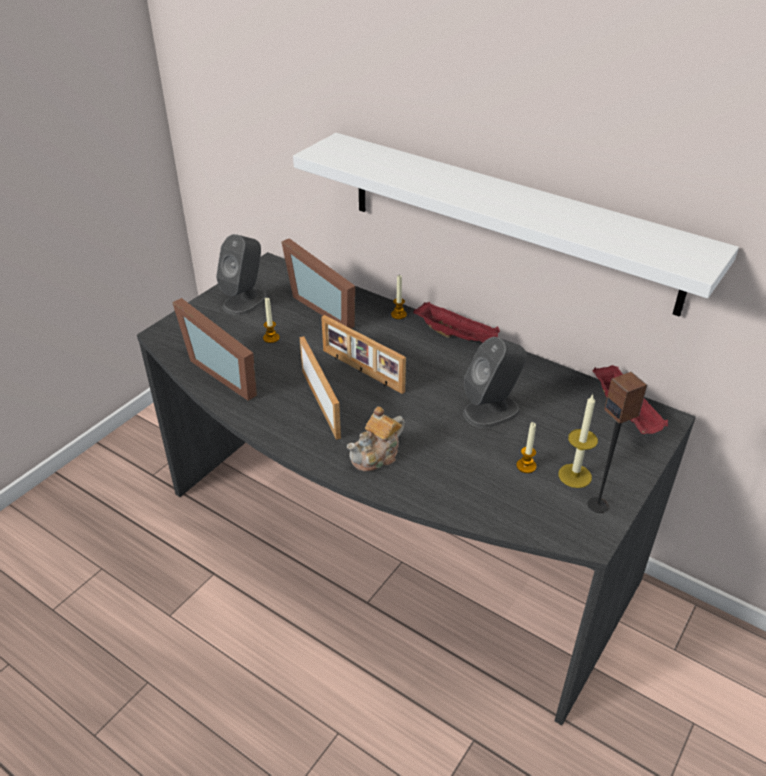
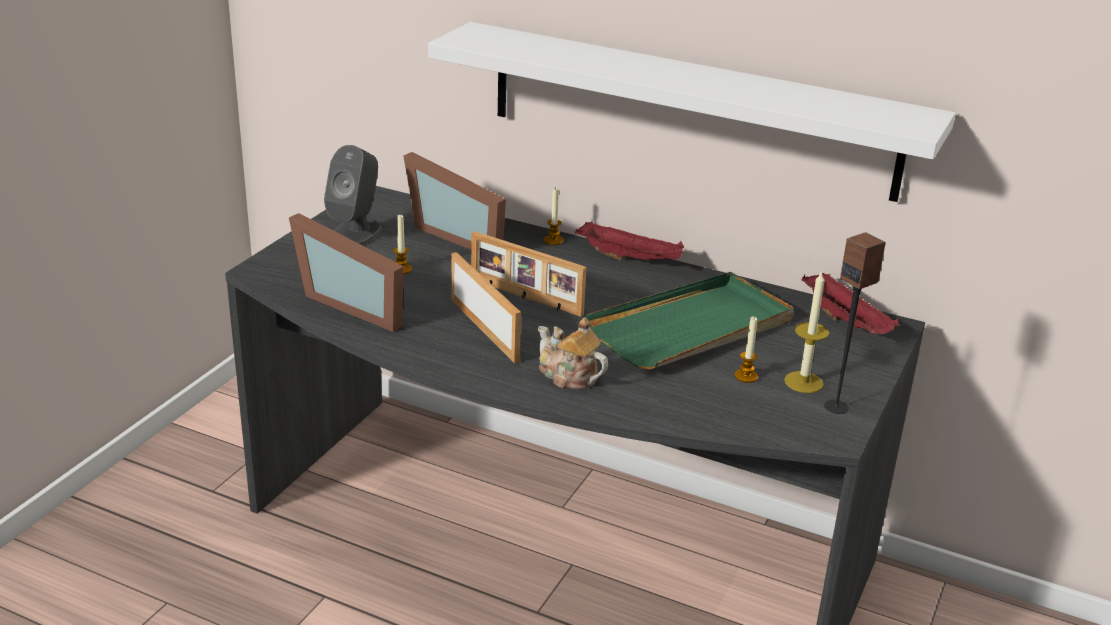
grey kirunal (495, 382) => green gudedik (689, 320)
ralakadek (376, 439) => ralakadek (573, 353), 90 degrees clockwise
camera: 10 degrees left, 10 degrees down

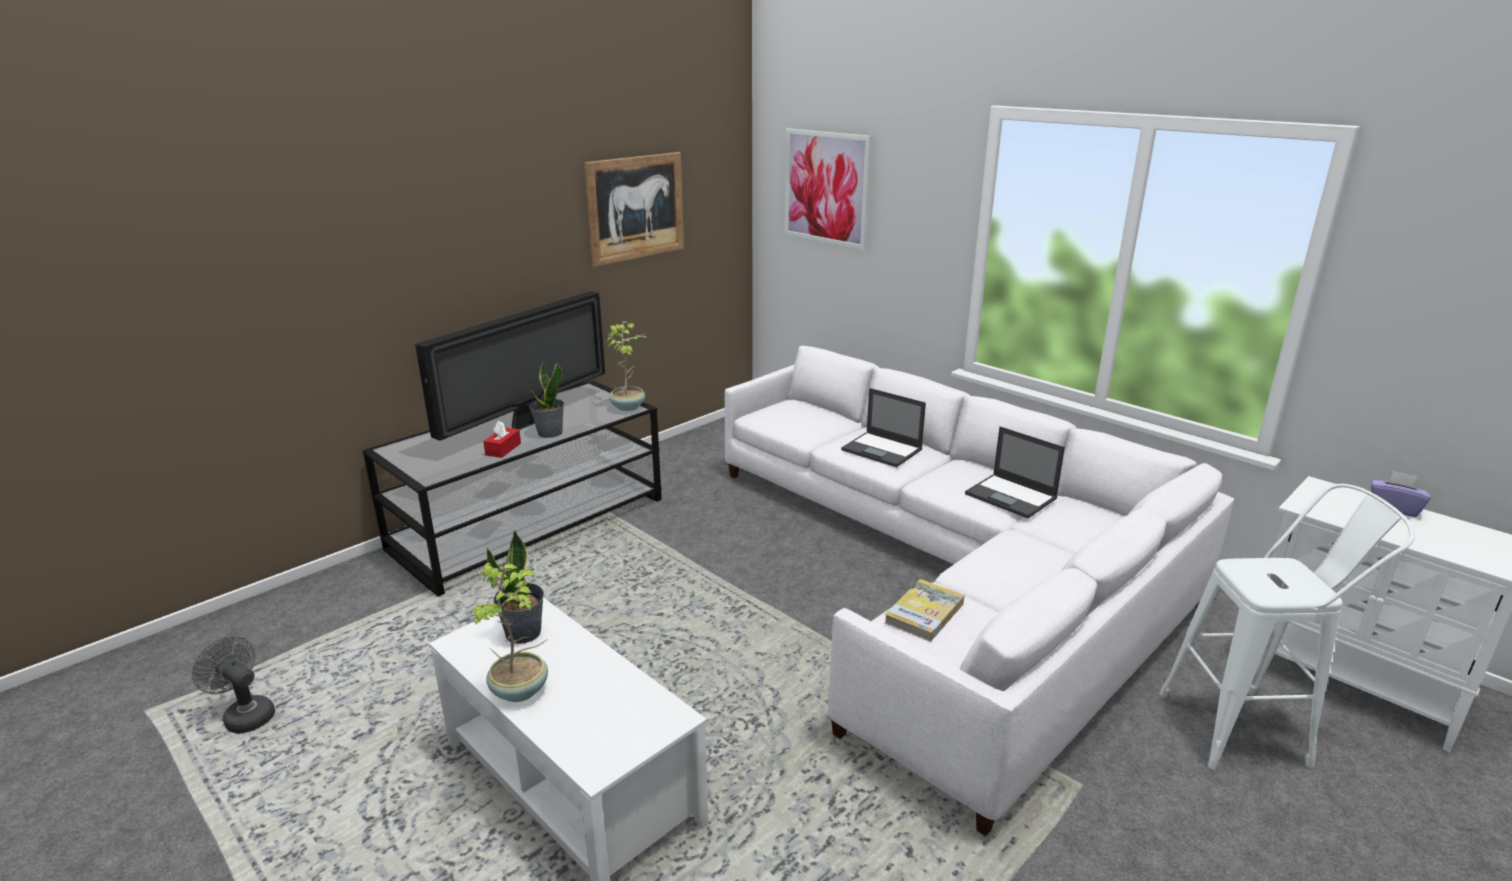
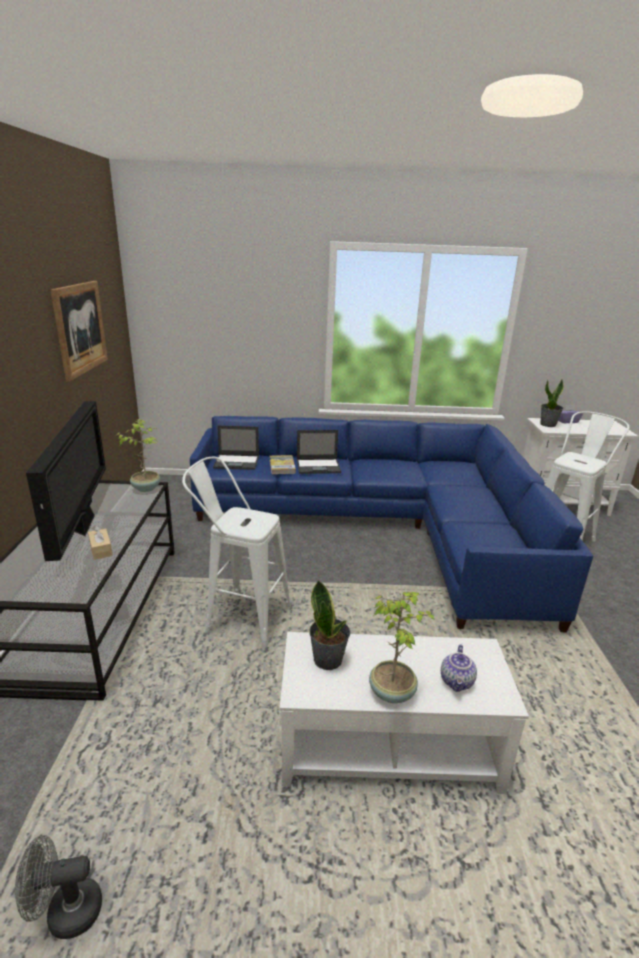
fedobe (828, 189) => nothing
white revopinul (979, 591) => blue revopinul (391, 524)
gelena (546, 399) => gelena (552, 403), shifted
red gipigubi (502, 439) => beige gipigubi (100, 543)
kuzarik (1015, 472) => kuzarik (236, 447), shifted
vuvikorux (924, 610) => vuvikorux (283, 464), shifted
nothing => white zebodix (236, 552)
nothing => ralakadek (459, 668)
camera: 45 degrees left, 0 degrees up

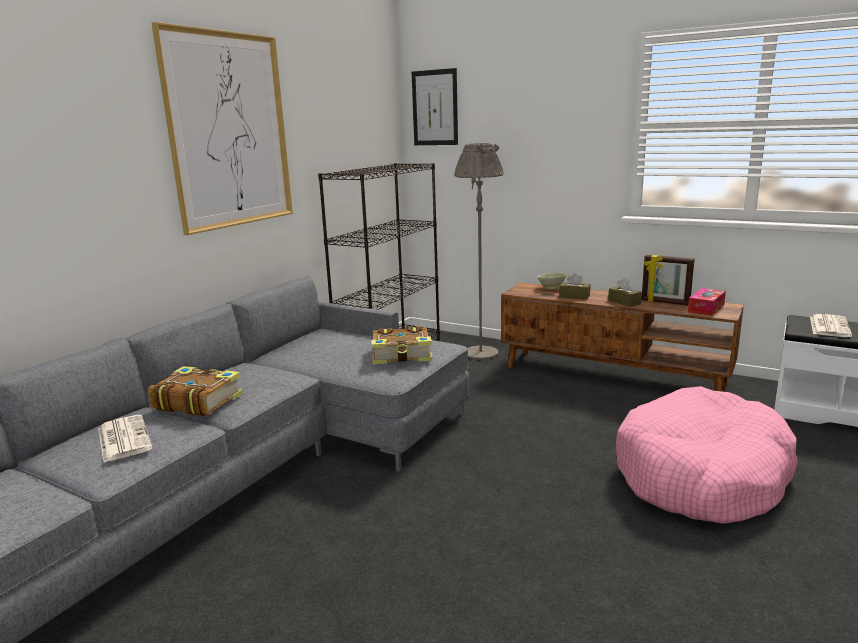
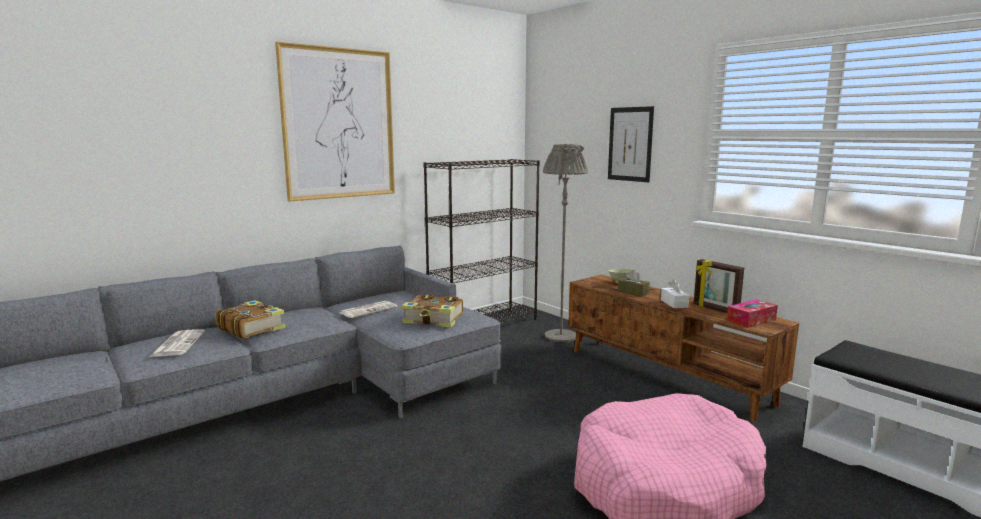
fedobe (434, 106) => fedobe (631, 144), shifted
brown gipigubi (625, 292) => white gipigubi (675, 294)
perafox (831, 325) => perafox (368, 309), shifted
camera: 20 degrees right, 5 degrees down

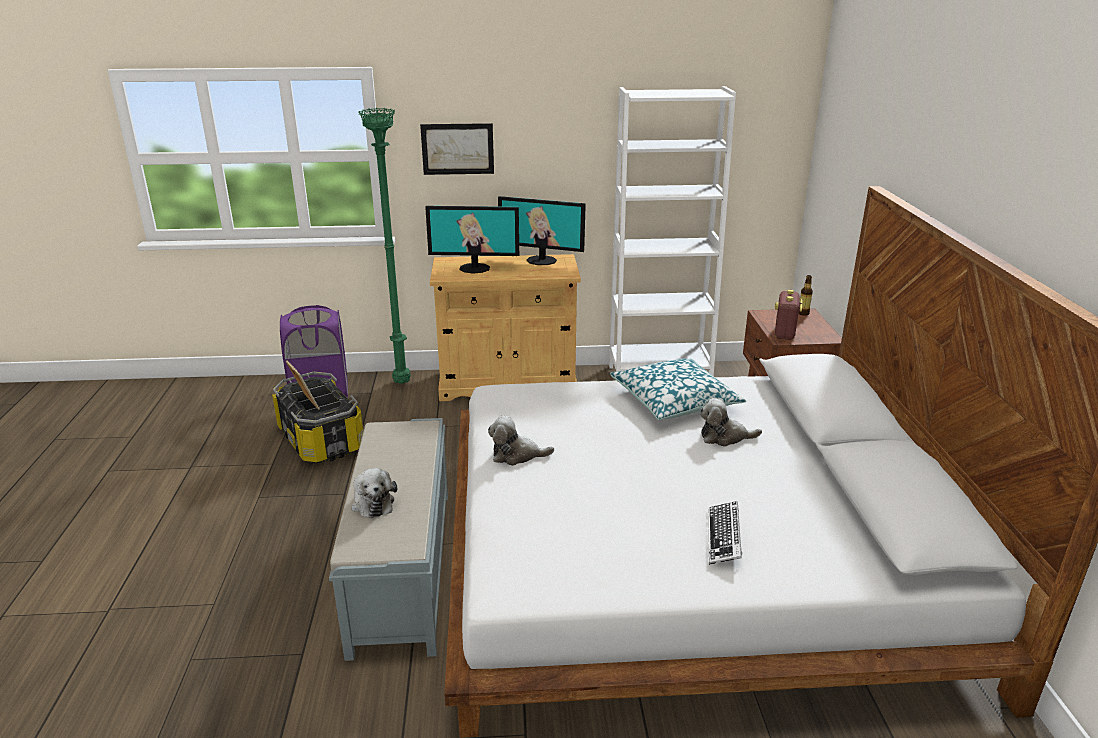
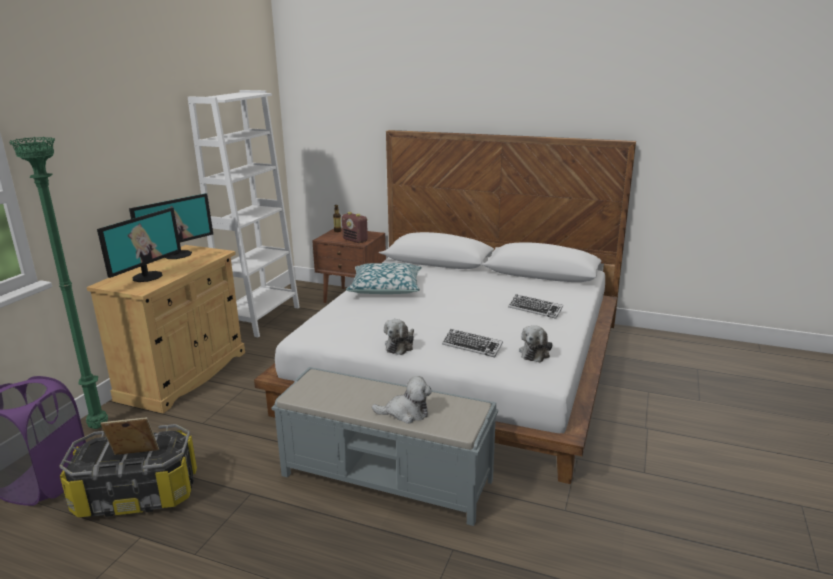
fedobe (457, 149) => nothing
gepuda (731, 422) => gepuda (536, 343), shifted
nothing => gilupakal (472, 343)
camera: 65 degrees left, 5 degrees down

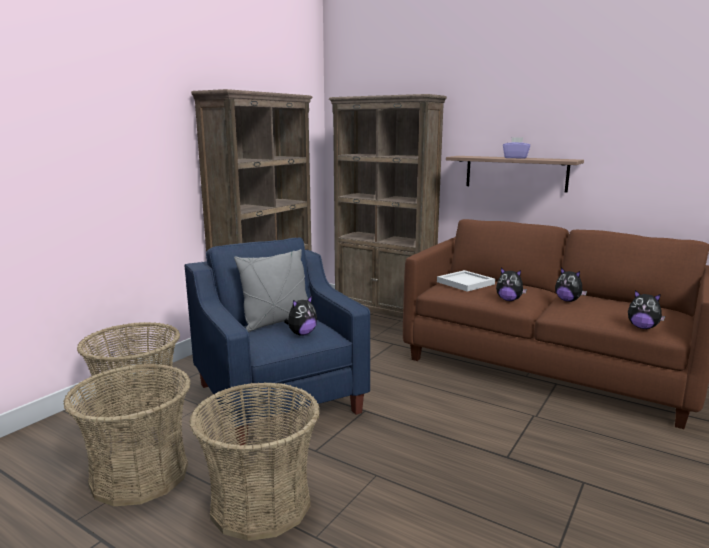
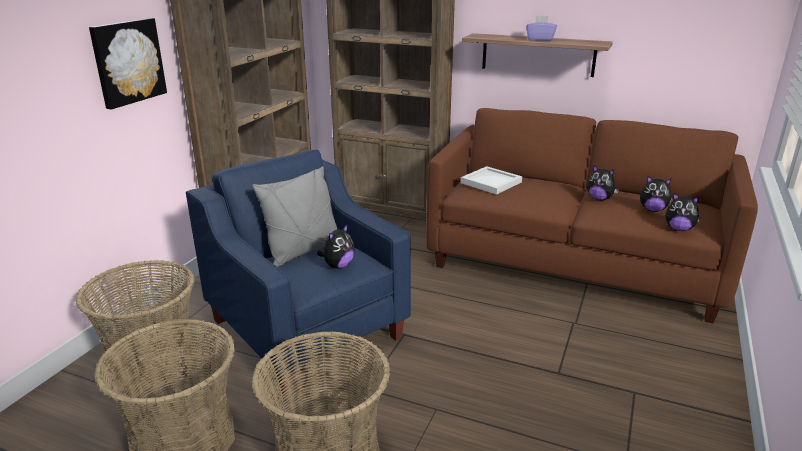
gepuda (511, 284) => gepuda (656, 194), shifted
nothing => fedobe (128, 64)
camera: 10 degrees left, 10 degrees up

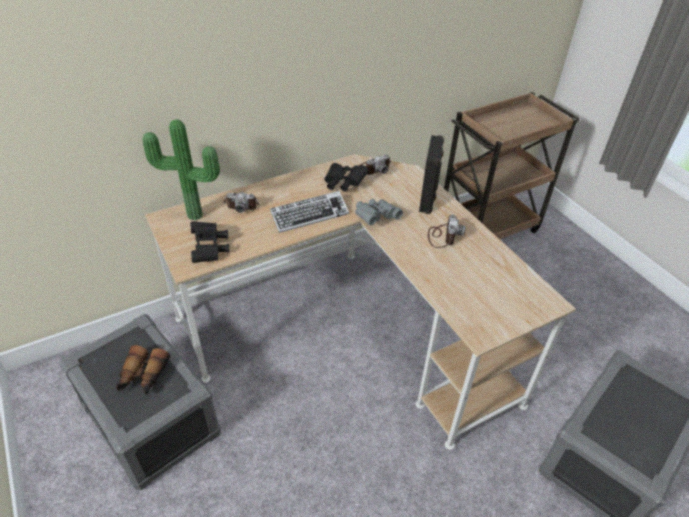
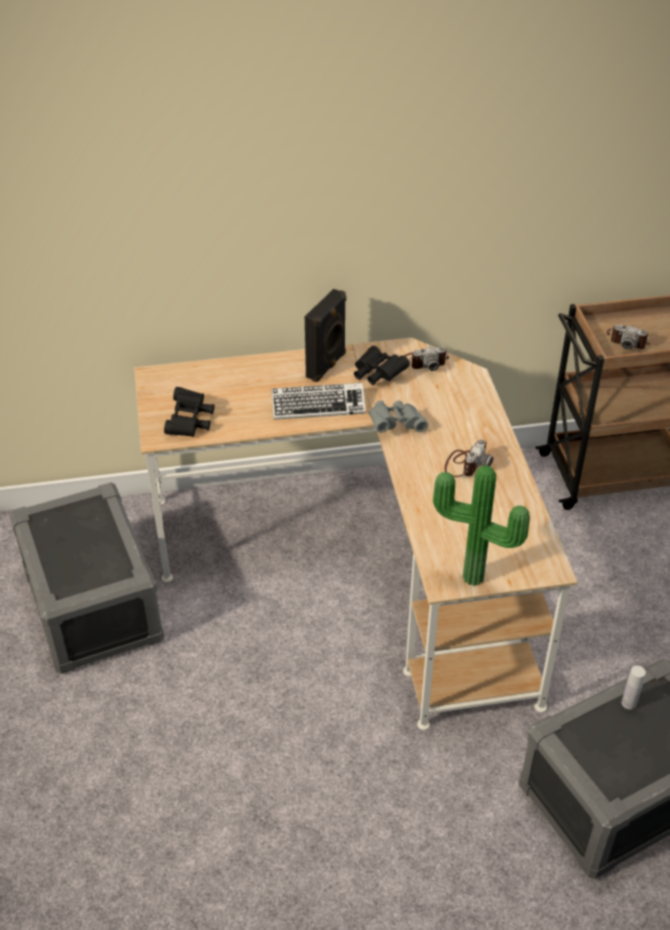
gelena (181, 170) => gelena (481, 525), shifted
black kirunal (431, 174) => black kirunal (325, 335), shifted
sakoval (242, 202) => sakoval (628, 337), shifted
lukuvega (143, 370) => nothing
nothing => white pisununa (634, 688)
camera: 20 degrees right, 0 degrees up

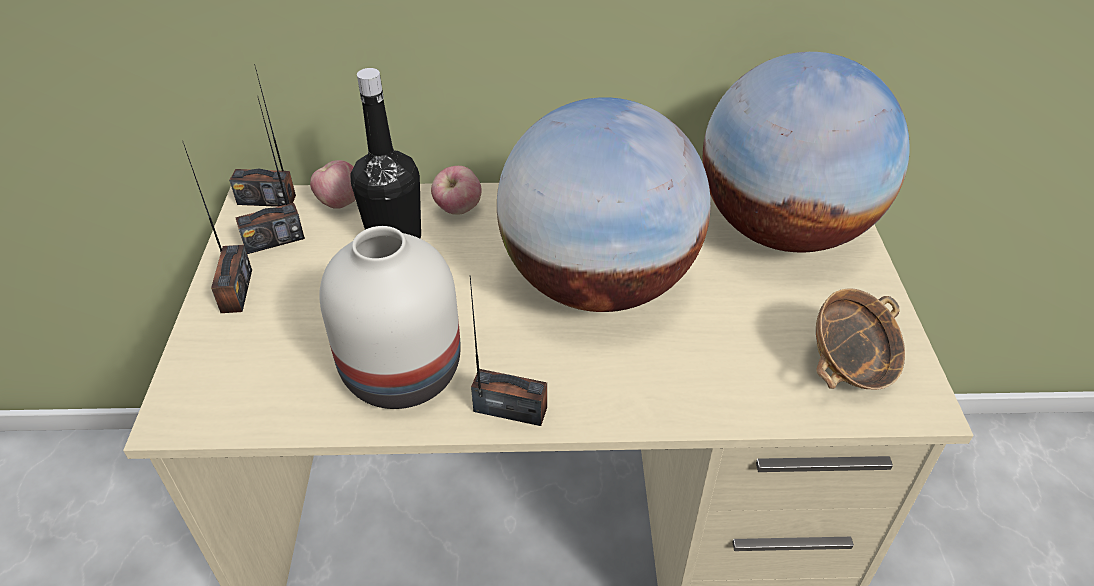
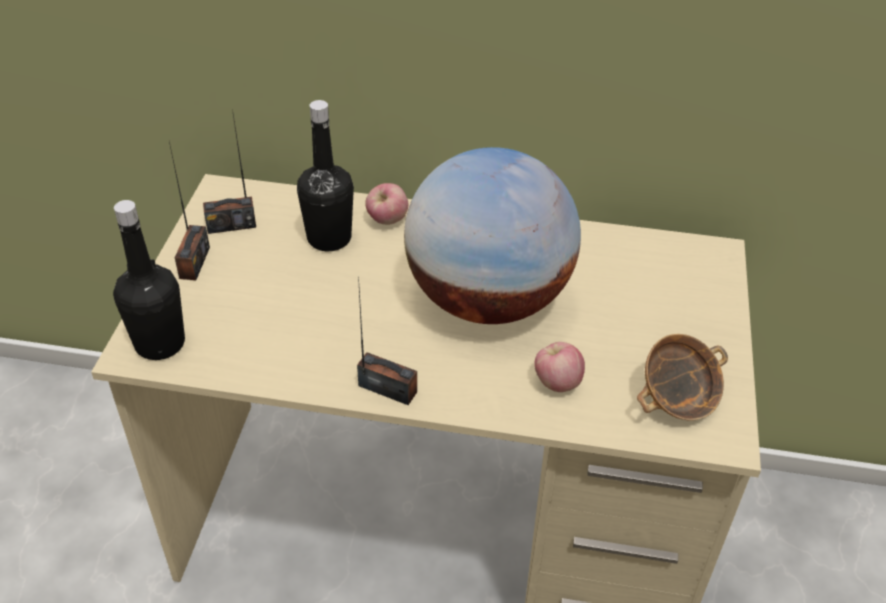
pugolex (806, 152) => nothing
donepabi (262, 135) => nothing
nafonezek (333, 184) => nafonezek (559, 367), shifted
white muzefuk (390, 317) => nothing
nothing => black pisununa (149, 280)
camera: 10 degrees right, 0 degrees up

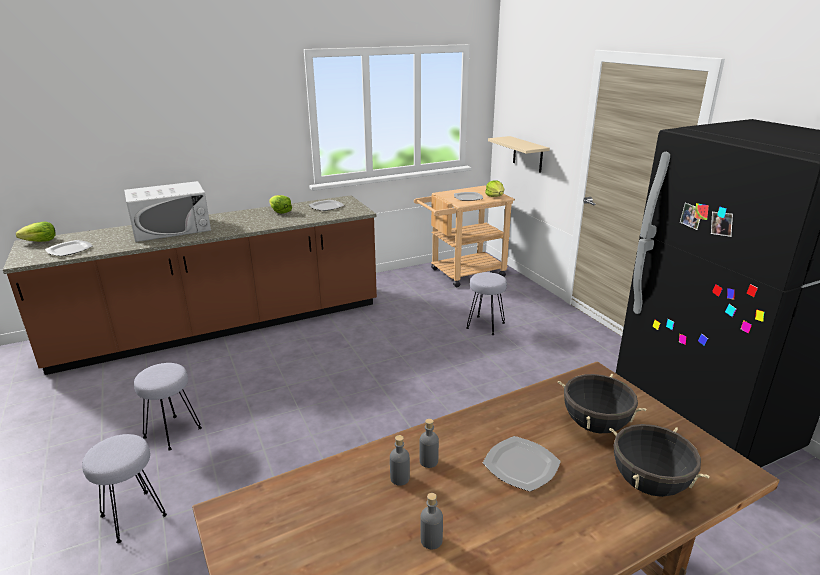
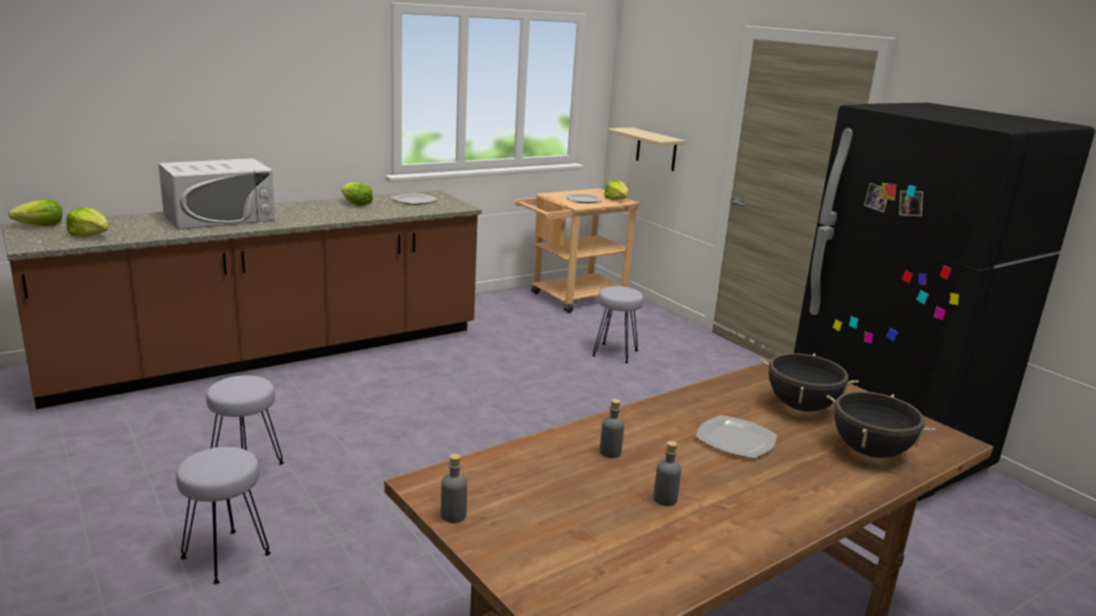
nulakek (69, 248) => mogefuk (87, 222)
grey pisununa (429, 443) => grey pisununa (454, 488), shifted
camera: 10 degrees left, 5 degrees down

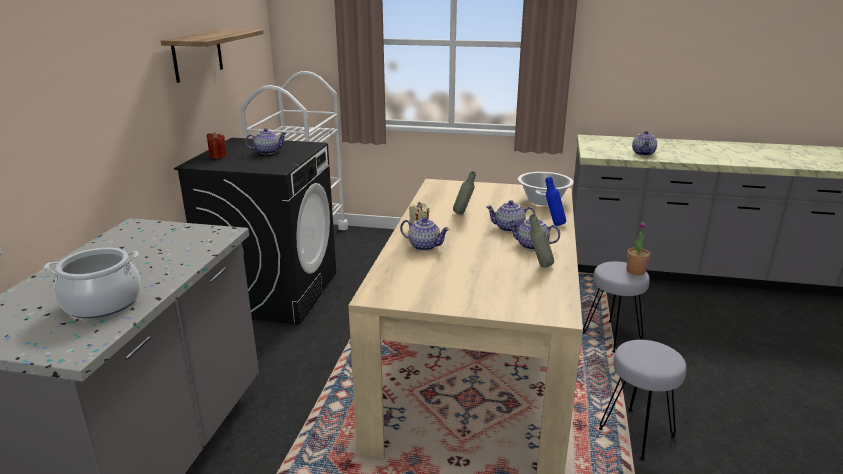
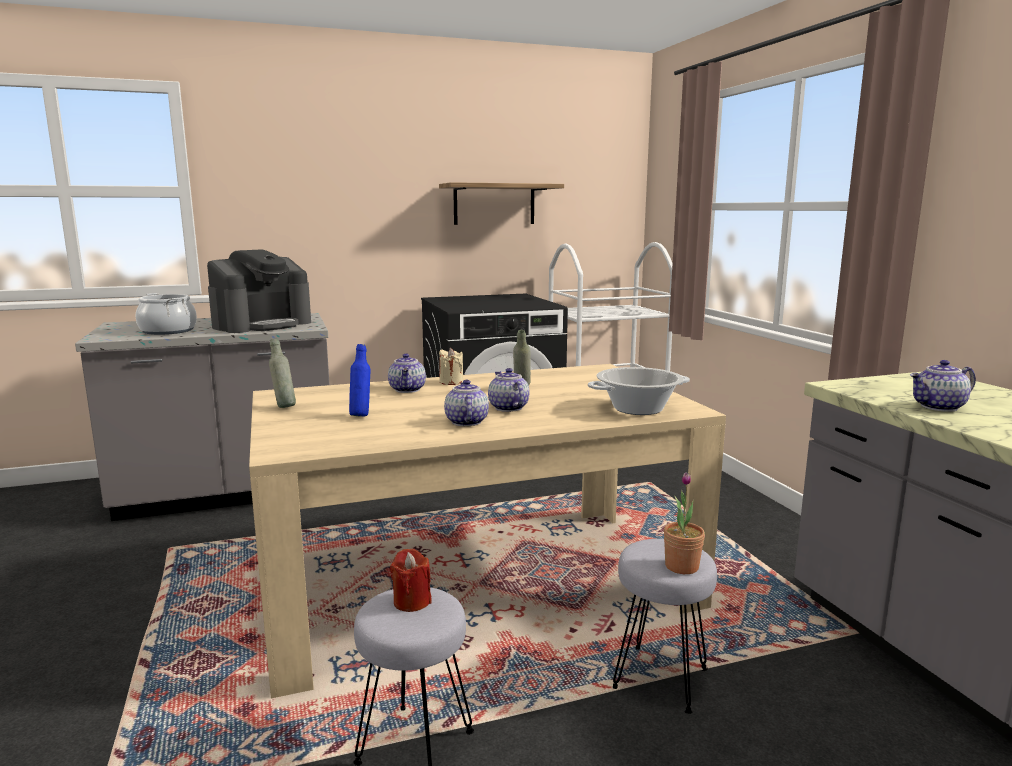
ralakadek (266, 141) => nothing
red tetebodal (216, 145) => red tetebodal (411, 580), shifted
blue pisununa (556, 201) => blue pisununa (359, 380), shifted
grey pisununa (541, 240) => grey pisununa (282, 373), shifted
nothing => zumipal (259, 291)
camera: 60 degrees right, 10 degrees down

